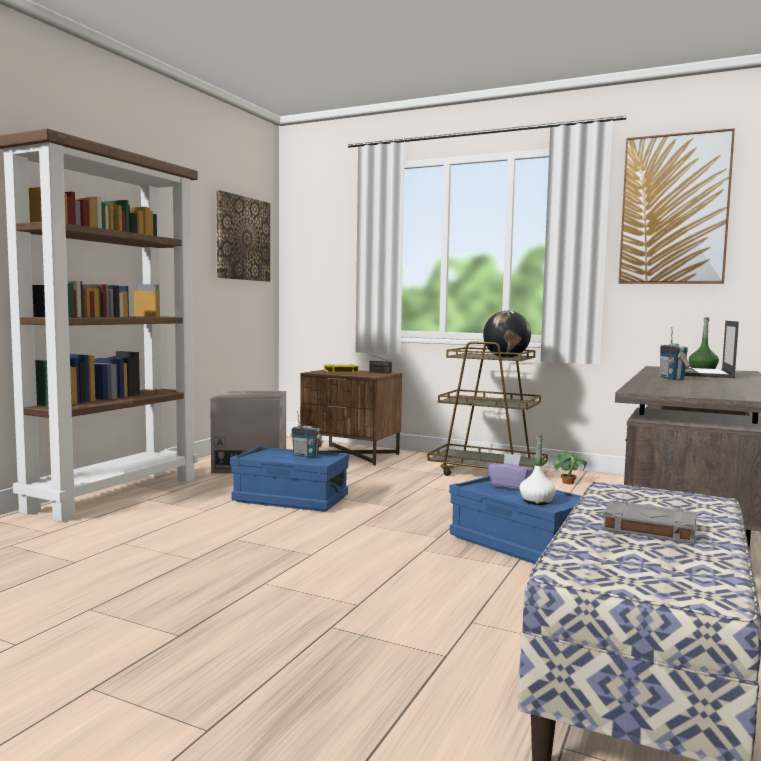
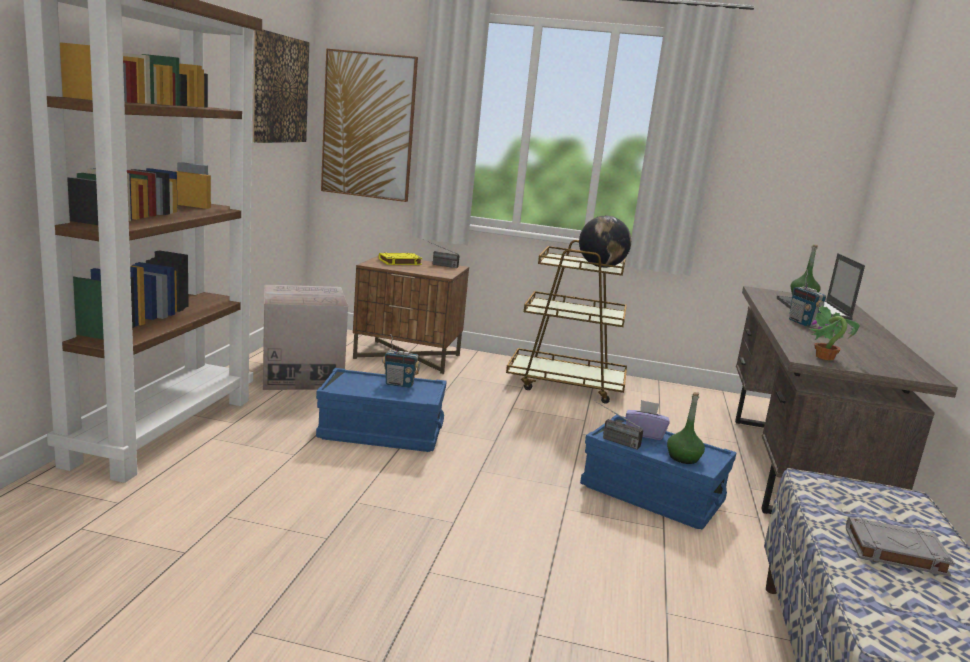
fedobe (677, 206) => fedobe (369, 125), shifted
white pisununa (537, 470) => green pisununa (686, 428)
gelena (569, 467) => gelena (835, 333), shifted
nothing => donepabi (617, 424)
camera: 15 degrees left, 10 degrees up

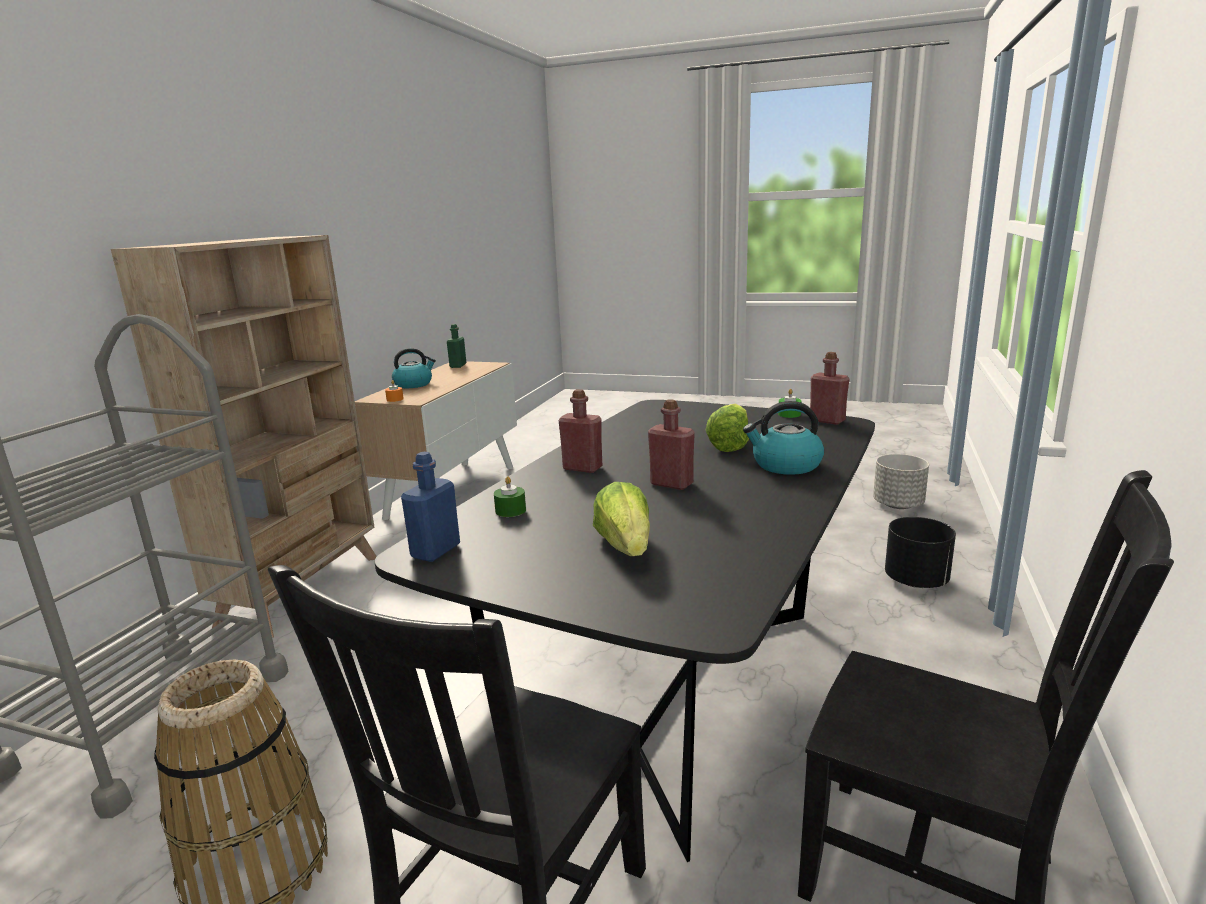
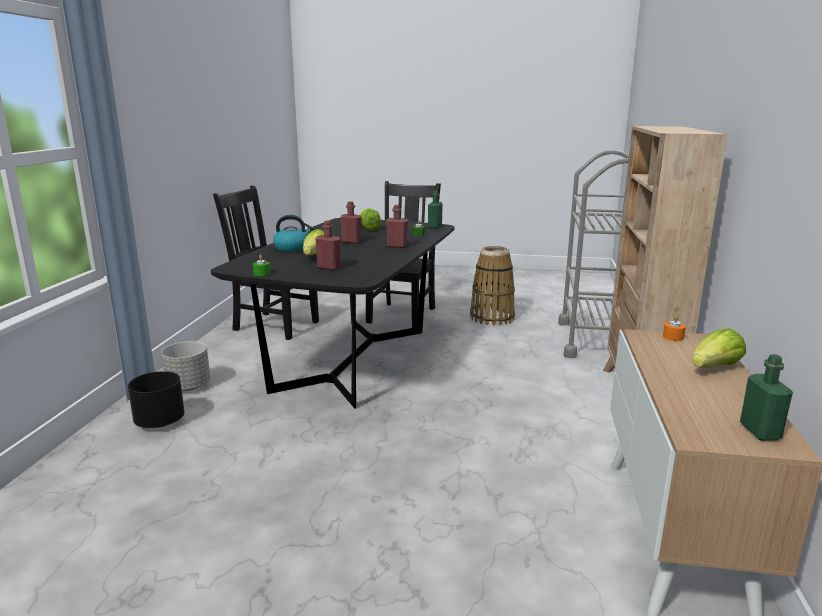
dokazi (414, 368) => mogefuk (719, 348)
red pisununa (829, 388) => red pisununa (328, 245), shifted
blue pisununa (430, 507) => green pisununa (435, 209)
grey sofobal (901, 481) => grey sofobal (185, 366), shifted
camera: 170 degrees right, 0 degrees up

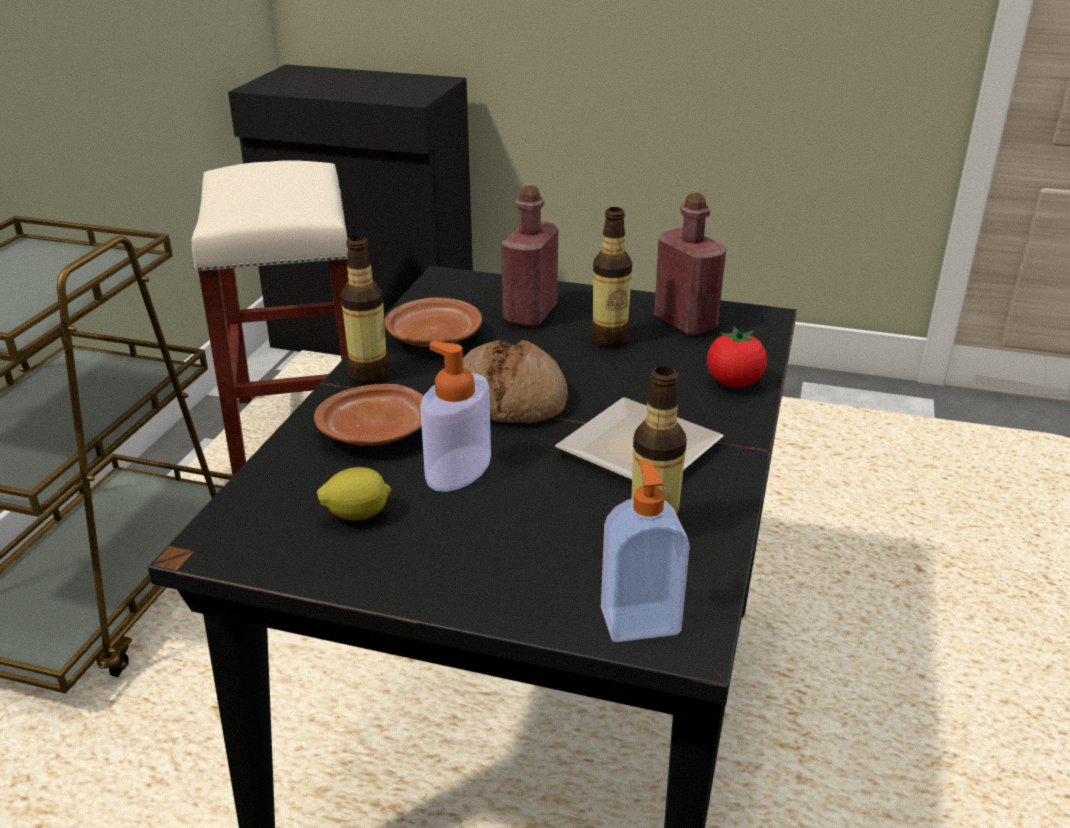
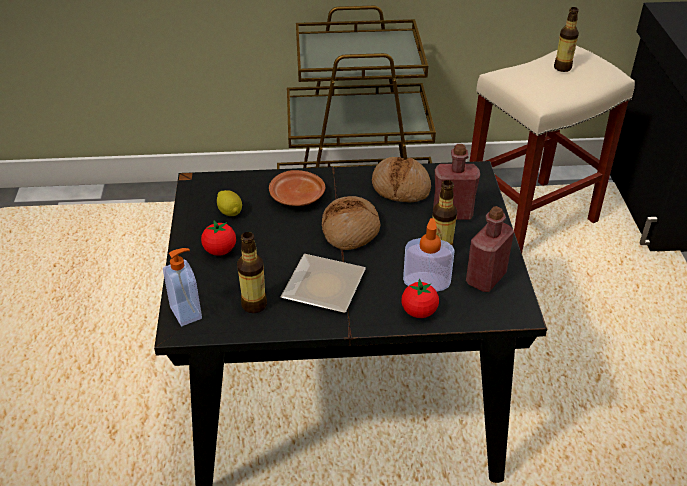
pisununa (365, 310) => pisununa (566, 39), shifted
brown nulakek (433, 322) => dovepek (401, 180)
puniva (455, 416) => puniva (429, 255), shifted
nothing => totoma (218, 238)
camera: 70 degrees right, 10 degrees up

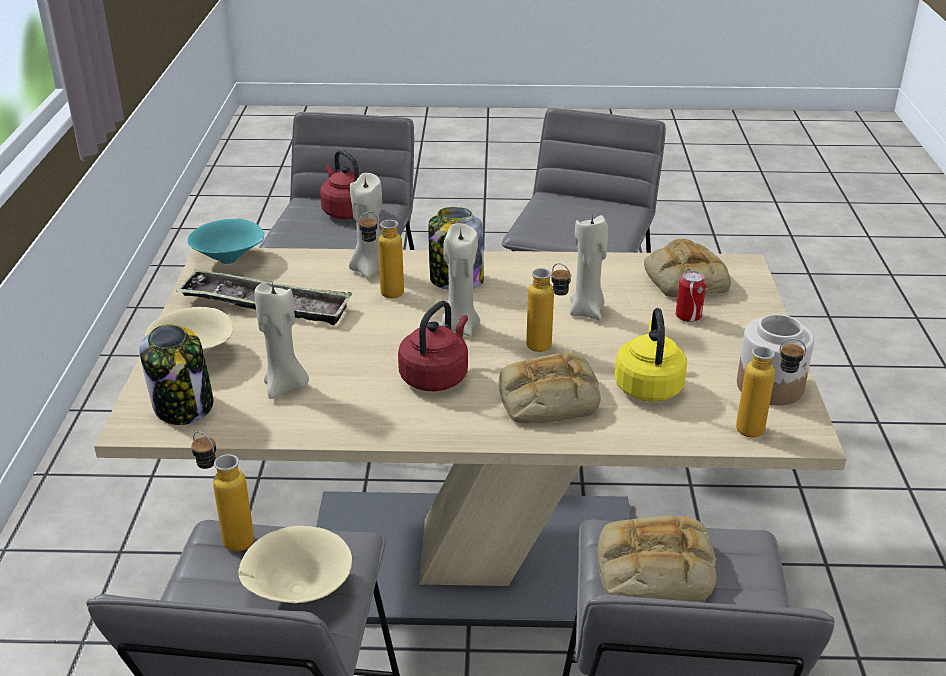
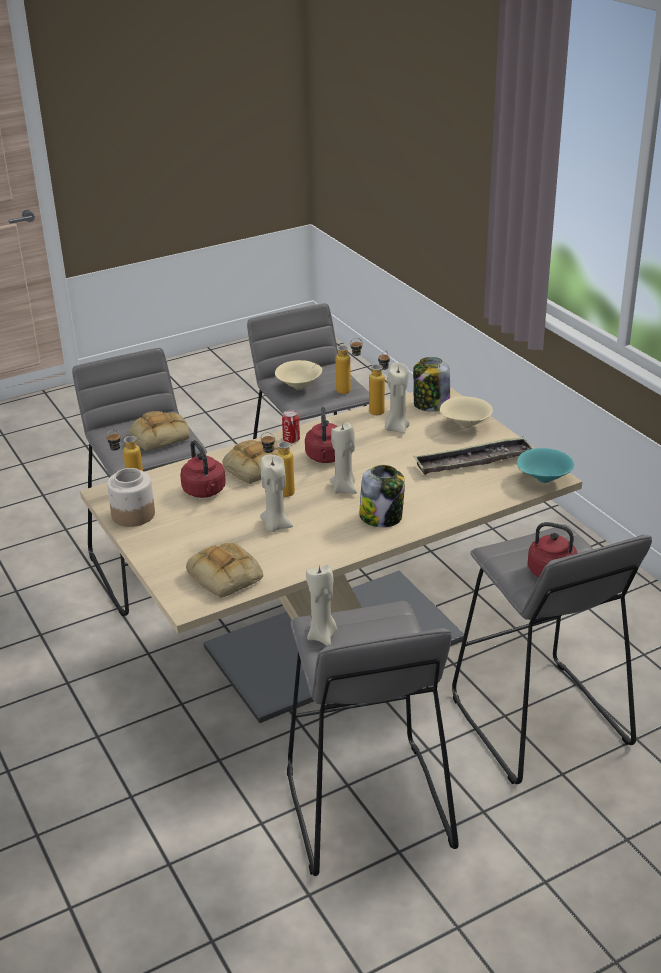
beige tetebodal (365, 225) => beige tetebodal (321, 605), shifted
pisununa (381, 255) => pisununa (379, 382), shifted
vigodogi (691, 296) => vigodogi (291, 426), shifted
yellow dokazi (650, 355) => red dokazi (203, 469)
camera: 150 degrees right, 0 degrees up

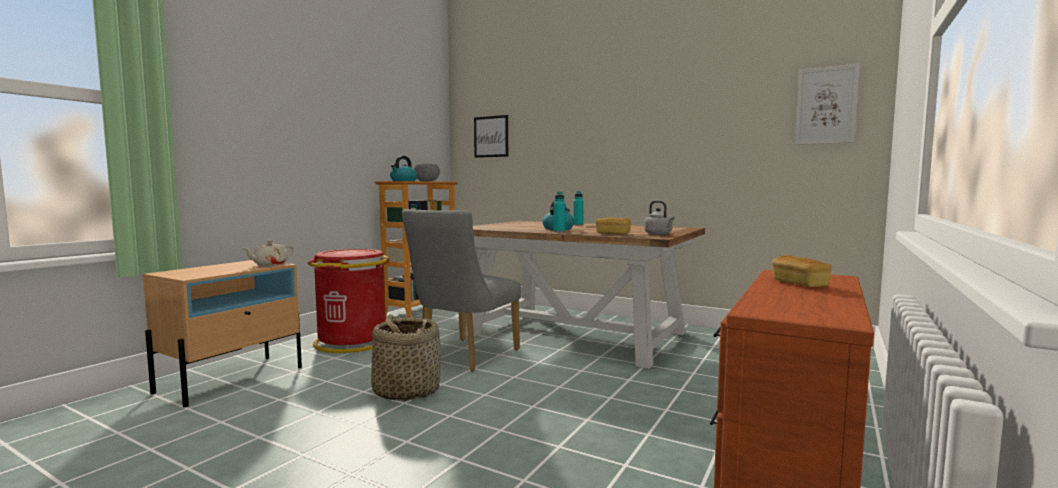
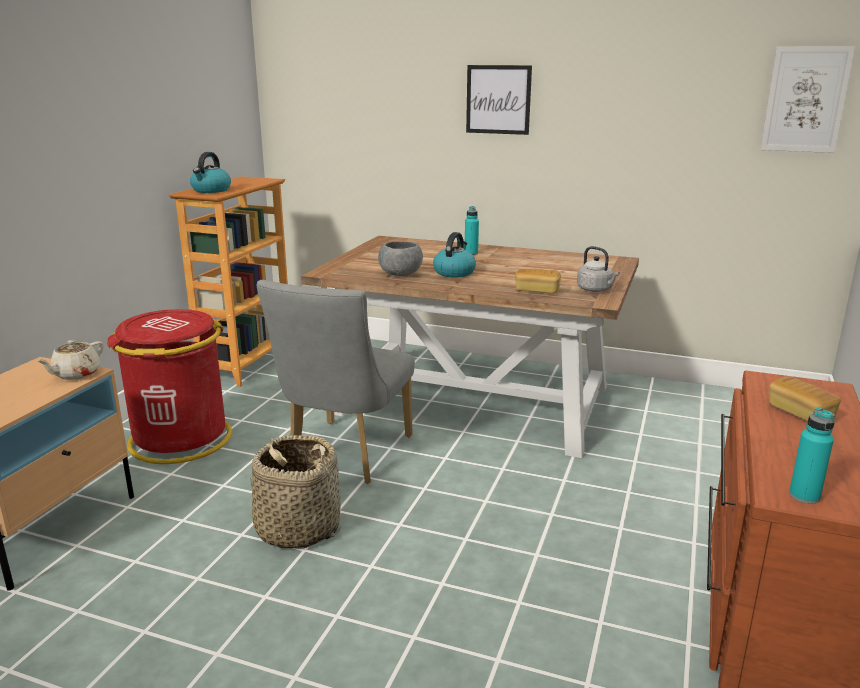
fedobe (491, 136) => fedobe (499, 100), shifted
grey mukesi (427, 173) => grey mukesi (400, 258), shifted
turquoise pisununa (560, 212) => turquoise pisununa (812, 456), shifted
camera: 10 degrees left, 15 degrees up

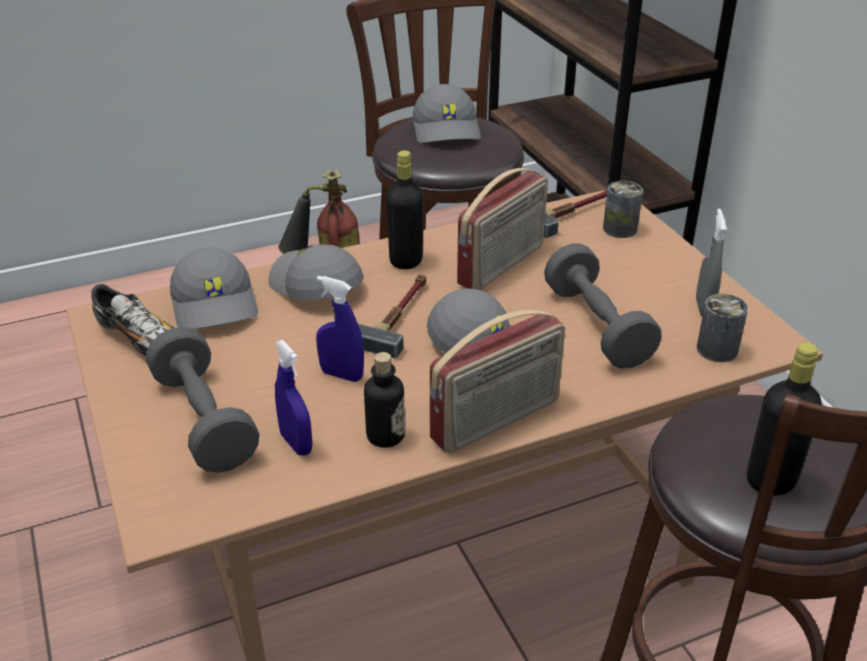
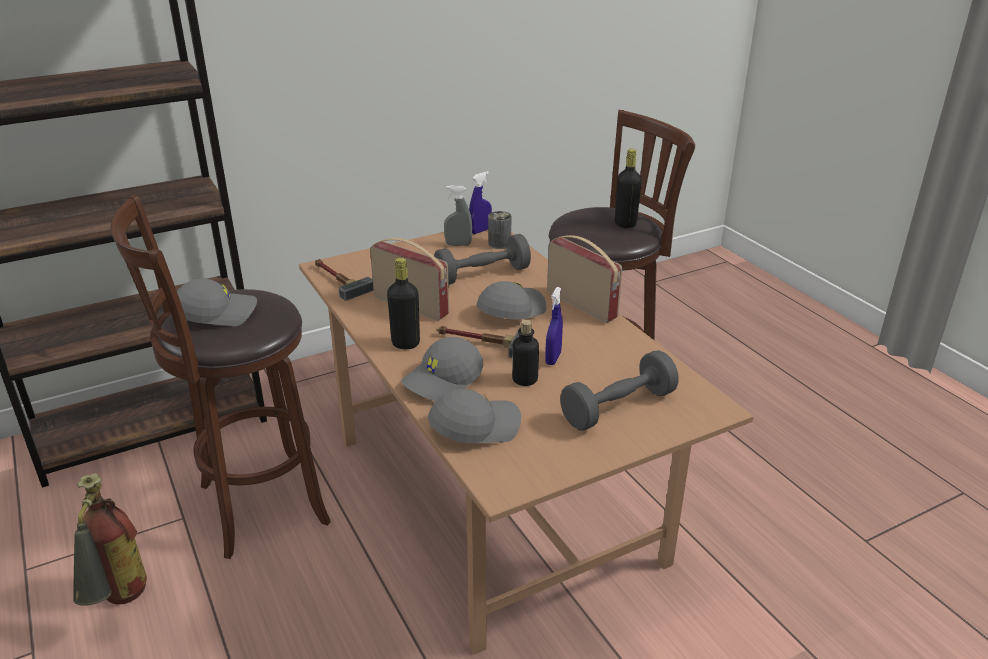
vigodogi (623, 209) => nothing
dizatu (132, 320) => nothing
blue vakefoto (294, 398) => blue vakefoto (480, 202), shifted
pisununa (384, 400) => pisununa (525, 353), shifted
camera: 95 degrees left, 5 degrees down

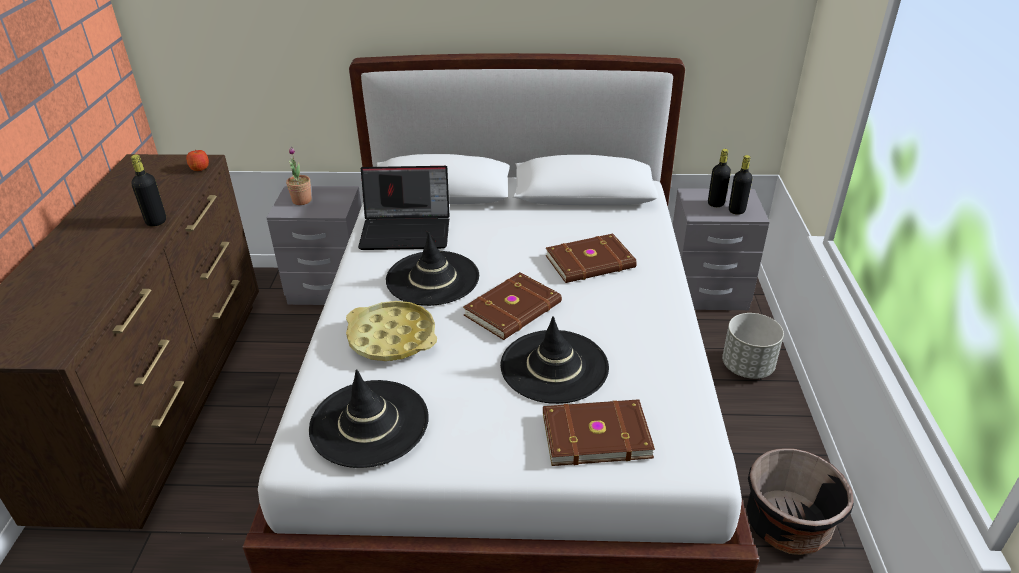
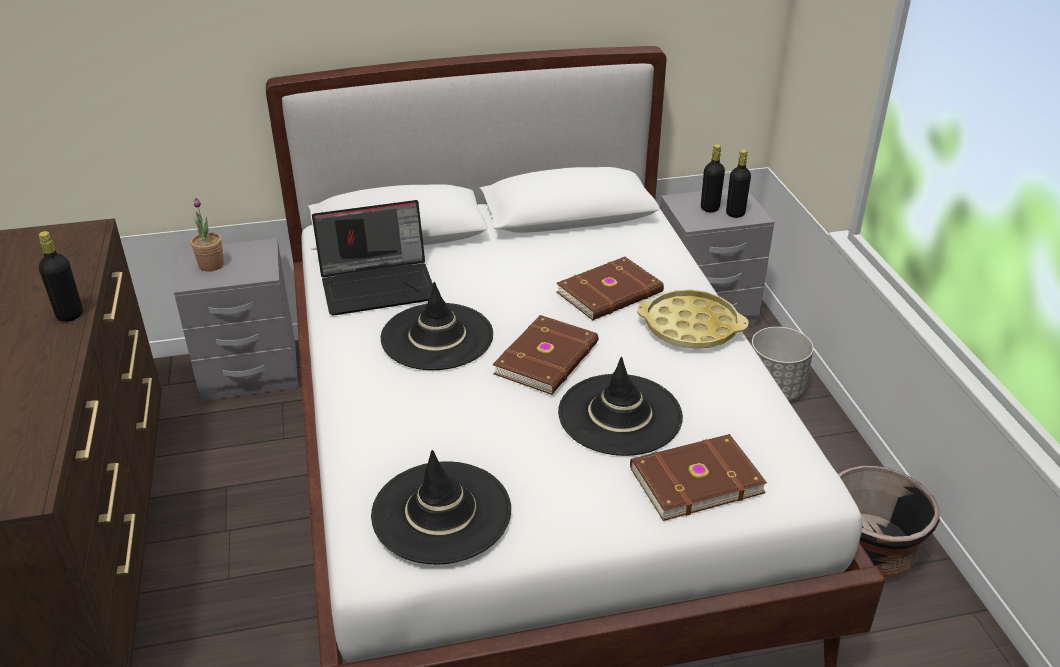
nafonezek (197, 160) => nothing
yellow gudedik (391, 331) => yellow gudedik (693, 319), shifted
camera: 15 degrees left, 0 degrees up

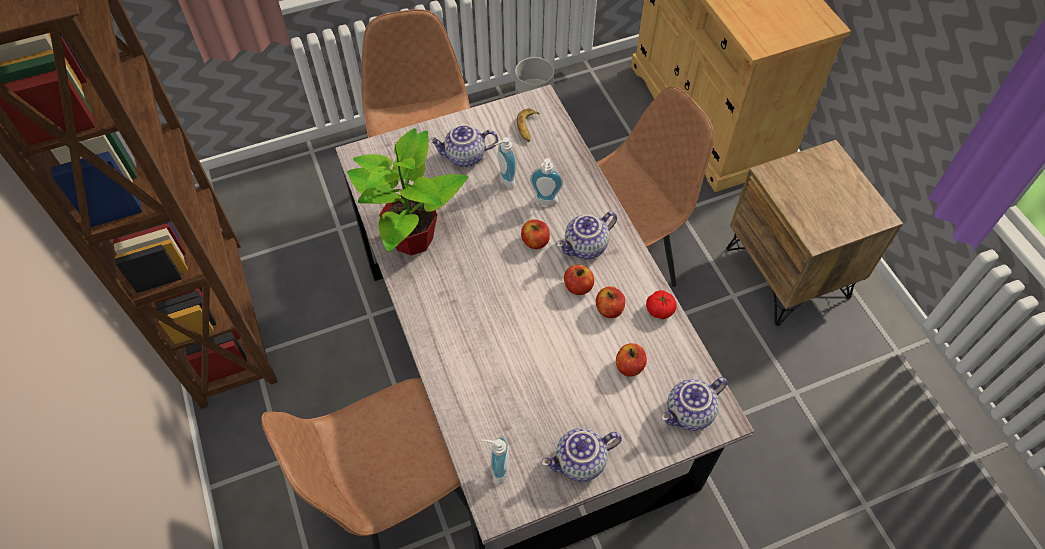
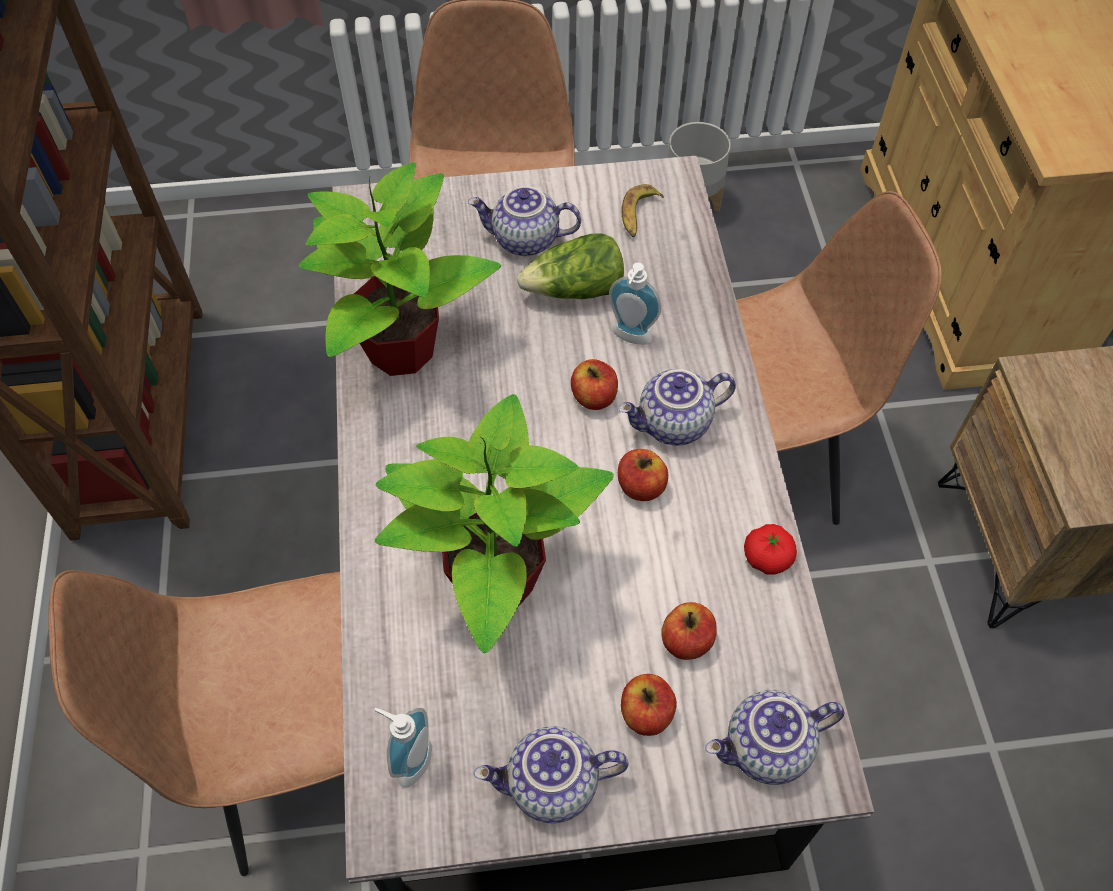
puniva (505, 162) => mogefuk (570, 266)
nafonezek (610, 302) => nafonezek (649, 705), shifted
nothing => gelena (494, 523)
camera: 15 degrees right, 0 degrees up

